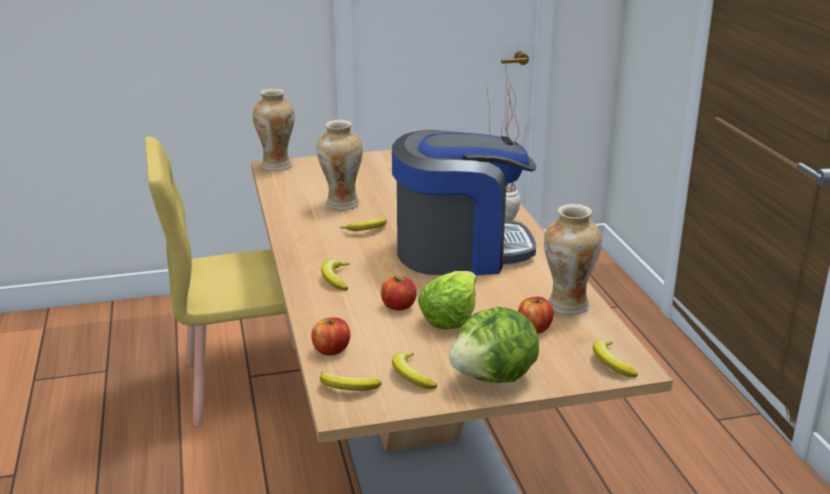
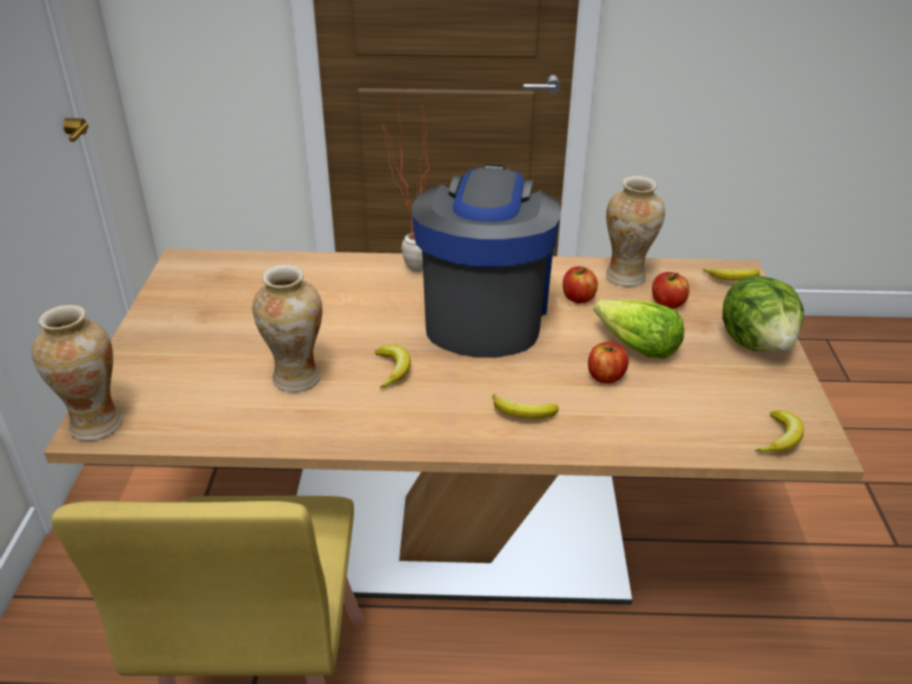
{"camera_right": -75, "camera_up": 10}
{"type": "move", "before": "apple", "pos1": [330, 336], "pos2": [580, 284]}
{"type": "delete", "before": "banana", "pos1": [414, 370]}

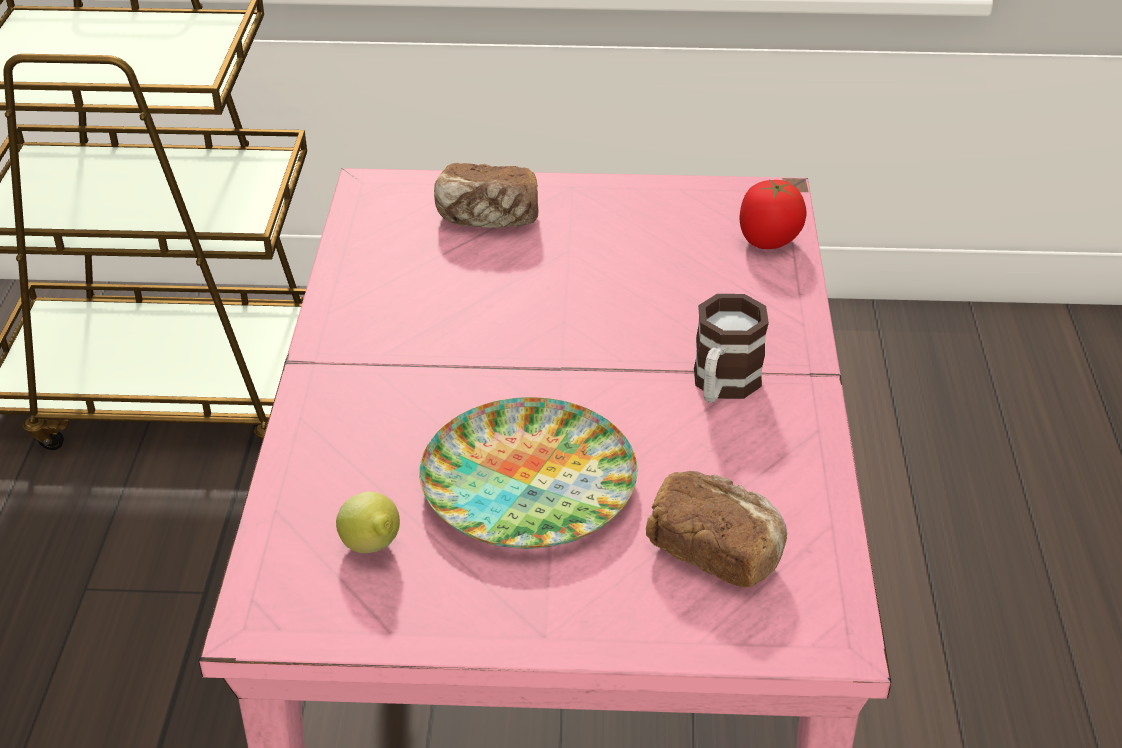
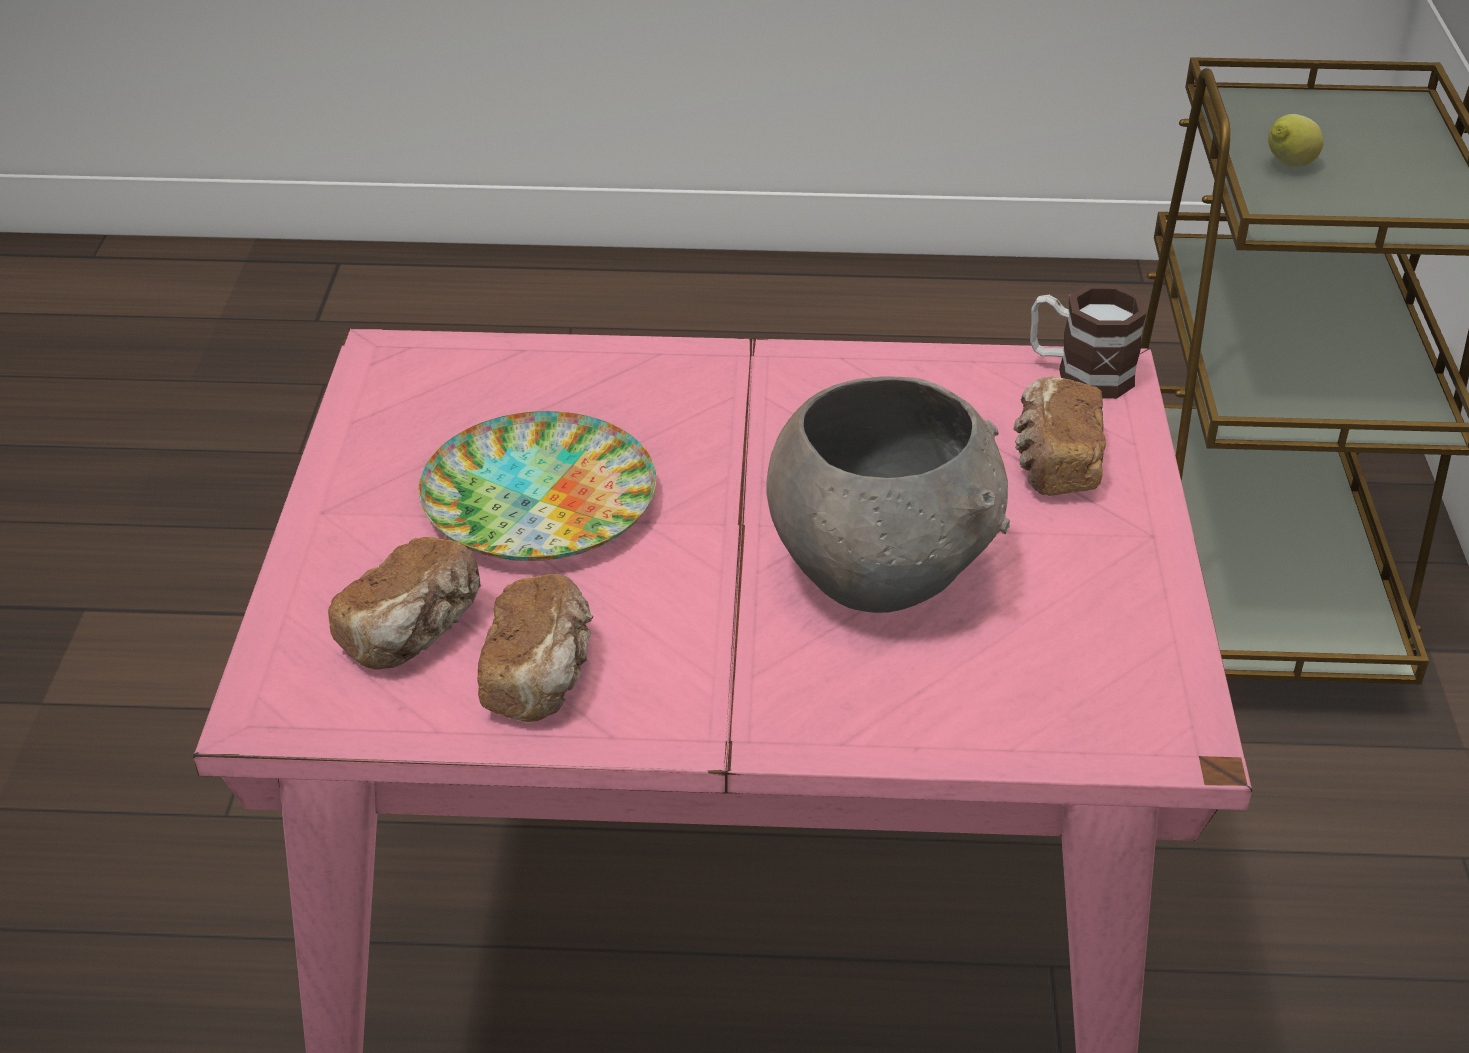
{"camera_right": 90, "camera_up": 0}
{"type": "insert", "after": "bread", "pos2": [535, 648]}
{"type": "insert", "after": "greyish bowl", "pos2": [888, 494]}
{"type": "move", "before": "mug", "pos1": [731, 348], "pos2": [1088, 342]}
{"type": "move", "before": "lemon", "pos1": [368, 522], "pos2": [1296, 140]}
{"type": "delete", "before": "fresh tomato", "pos1": [773, 214]}

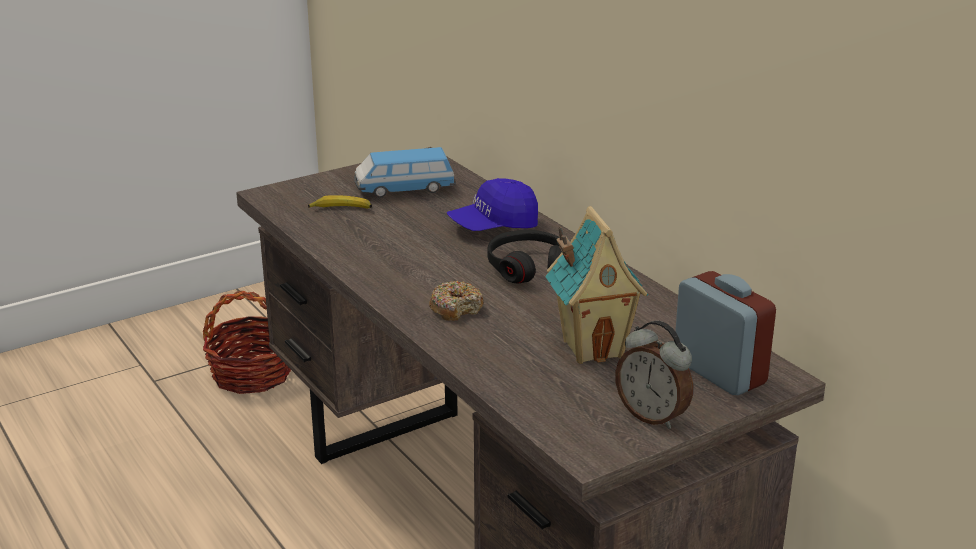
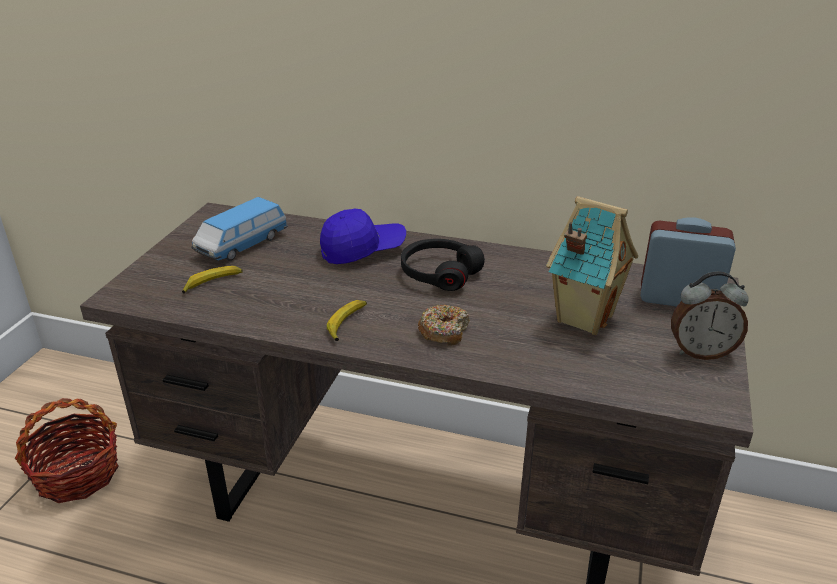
{"camera_right": -40, "camera_up": 5}
{"type": "rotate", "before": "bluish baseball cap", "pos1": [492, 204], "pos2": [363, 236], "turn": -135}
{"type": "insert", "after": "banana", "pos2": [347, 320]}

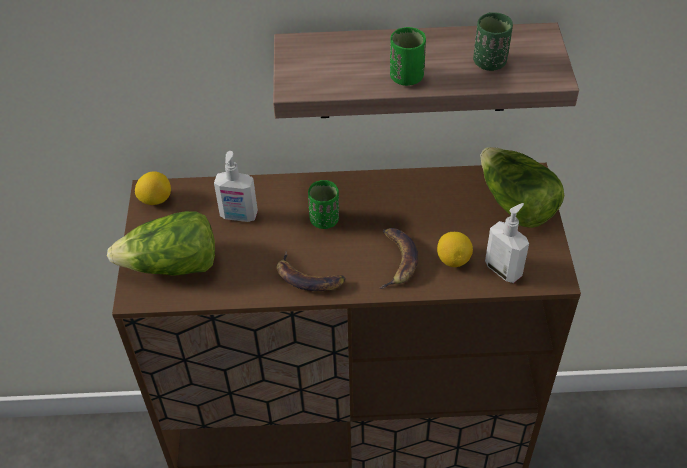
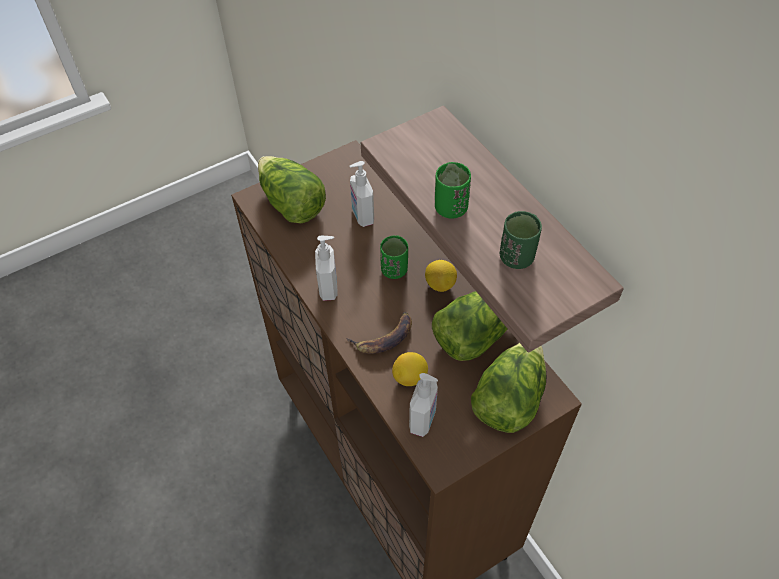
{"camera_right": 60, "camera_up": 5}
{"type": "replace", "before": "banana", "after": "soap bottle", "pos1": [310, 271], "pos2": [326, 268]}
{"type": "move", "before": "lemon", "pos1": [153, 188], "pos2": [441, 276]}
{"type": "insert", "after": "head of lettuce", "pos2": [470, 326]}

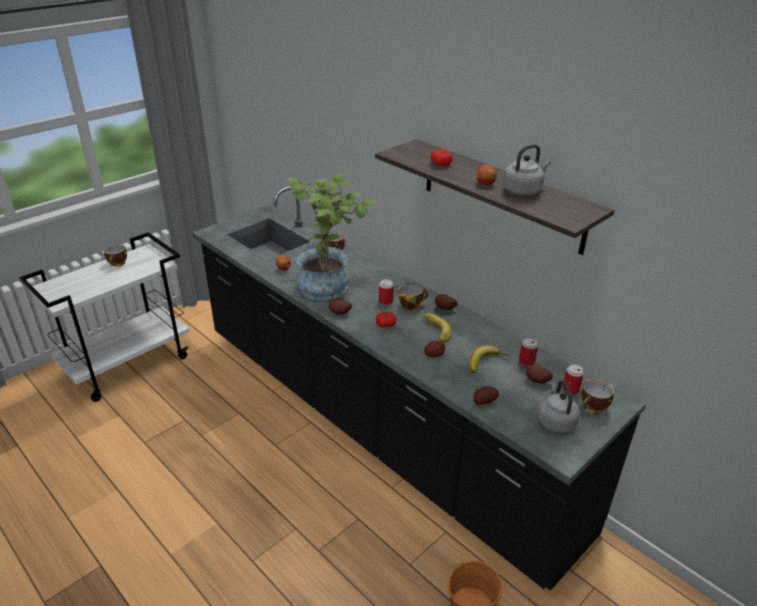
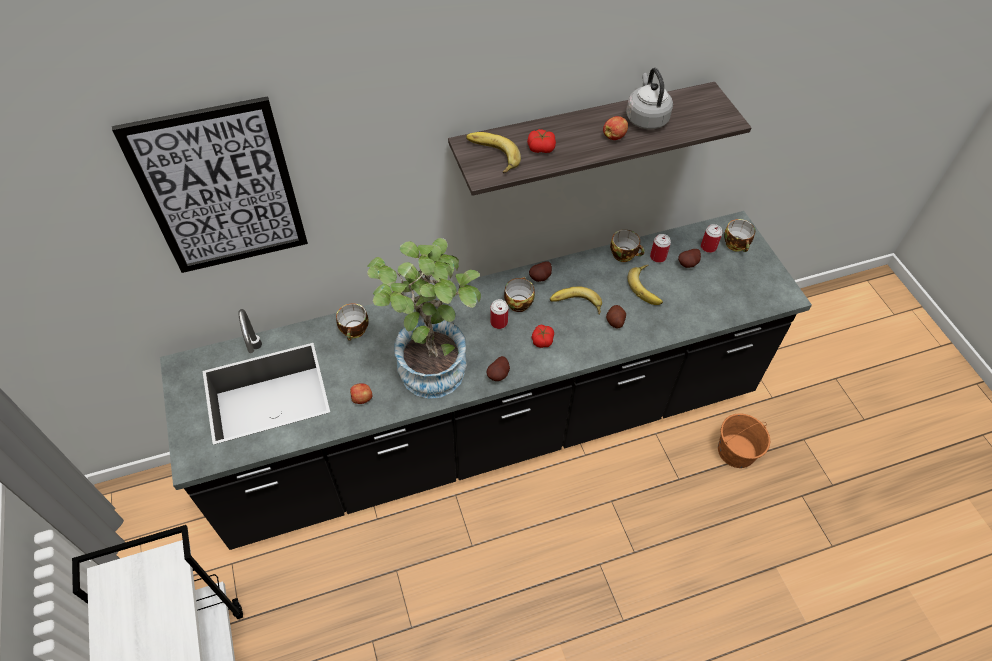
{"camera_right": -65, "camera_up": 20}
{"type": "insert", "after": "wall art", "pos2": [210, 184]}
{"type": "insert", "after": "banana", "pos2": [493, 153]}
{"type": "move", "before": "drinking cup", "pos1": [115, 255], "pos2": [627, 246]}
{"type": "delete", "before": "potato", "pos1": [486, 395]}
{"type": "delete", "before": "greyish water kettle", "pos1": [559, 407]}

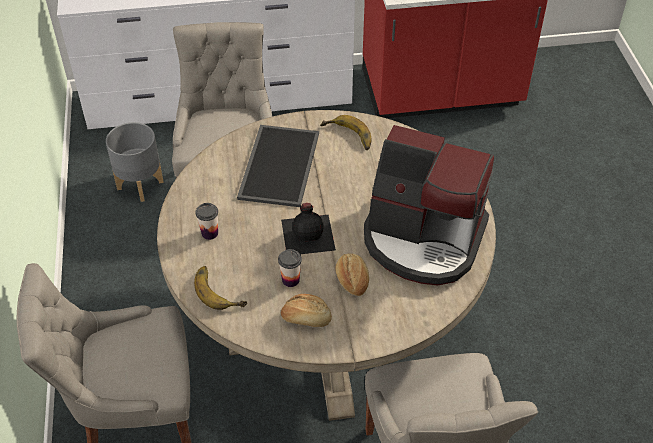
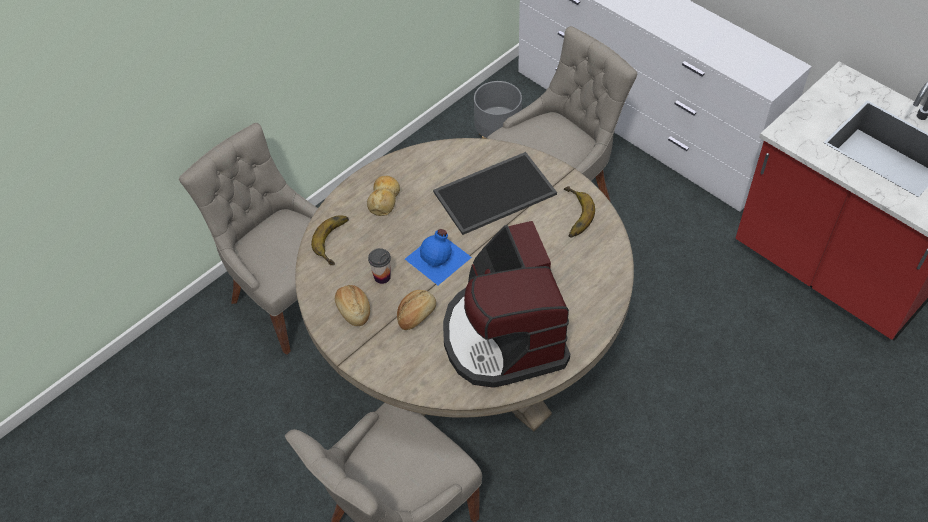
{"camera_right": 55, "camera_up": 5}
{"type": "replace", "before": "drinking cup", "after": "bread", "pos1": [207, 221], "pos2": [383, 196]}
{"type": "recolor", "before": "black bottle", "after": "bluish bottle", "pos1": [308, 228], "pos2": [438, 257]}

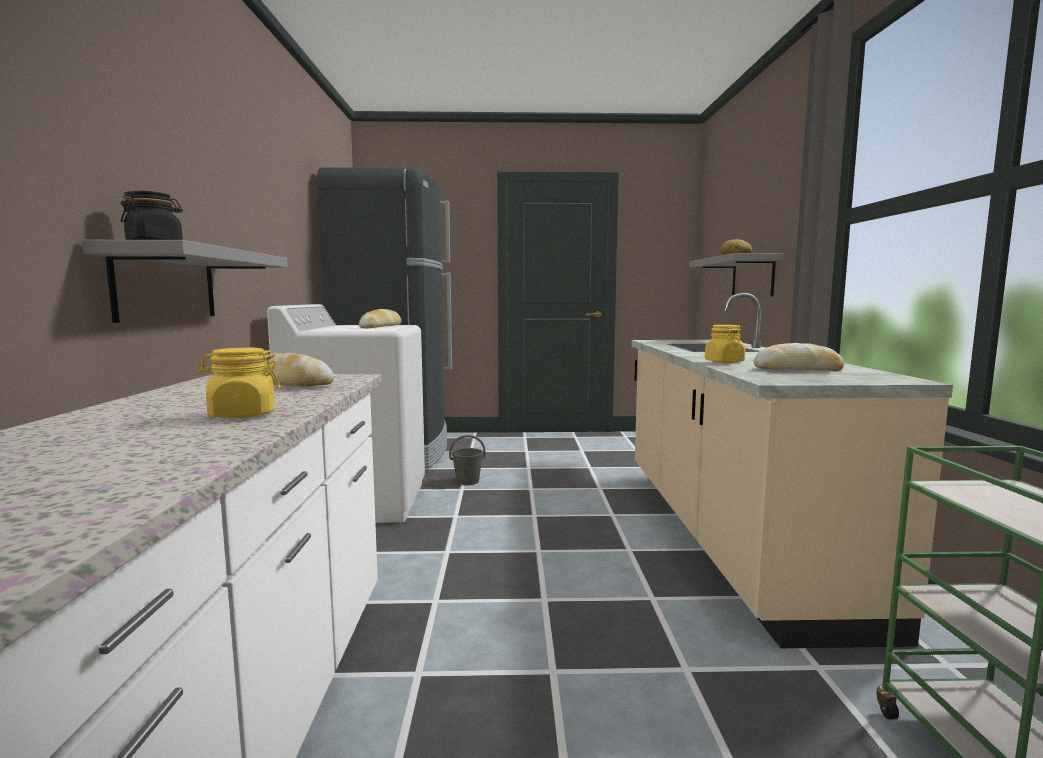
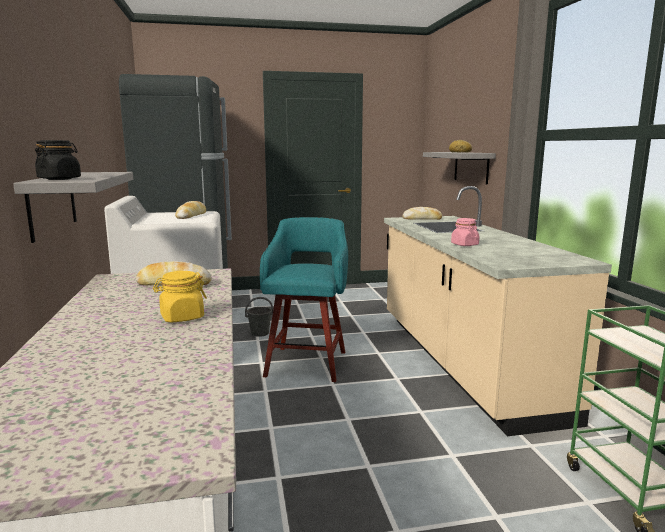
{"camera_right": -10, "camera_up": 5}
{"type": "insert", "after": "turquoise-coloured stool seat", "pos2": [304, 299]}
{"type": "move", "before": "bread", "pos1": [799, 357], "pos2": [422, 213]}
{"type": "recolor", "before": "yellowish jar", "after": "pink-coloured jar", "pos1": [725, 344], "pos2": [465, 232]}

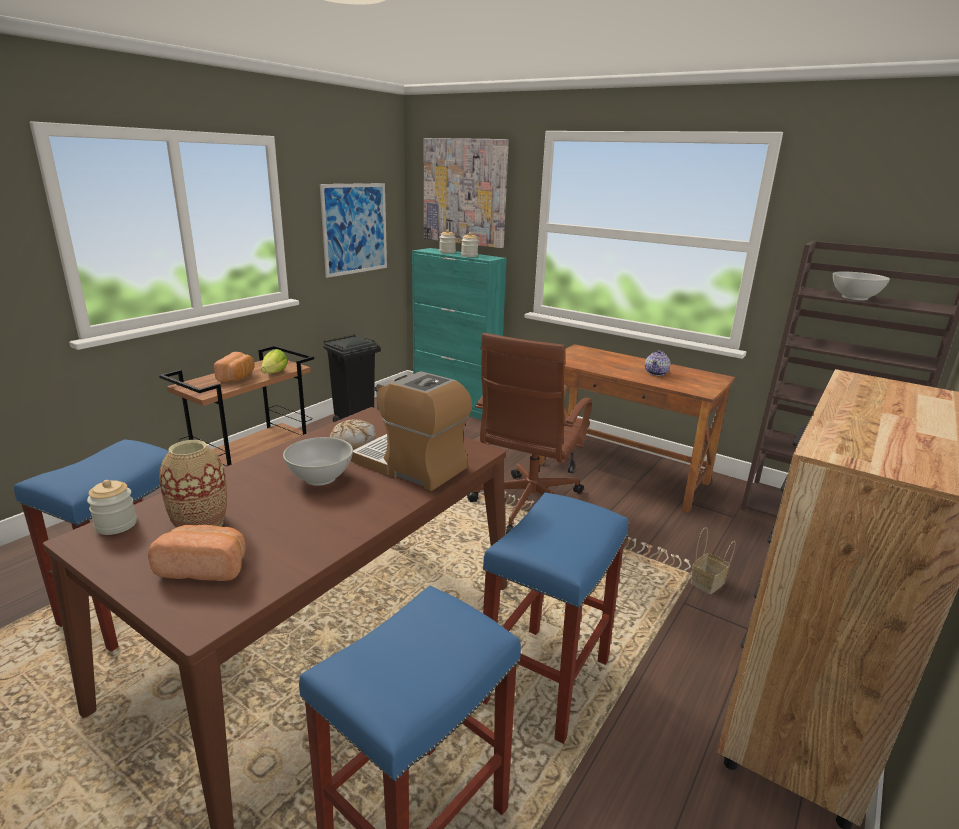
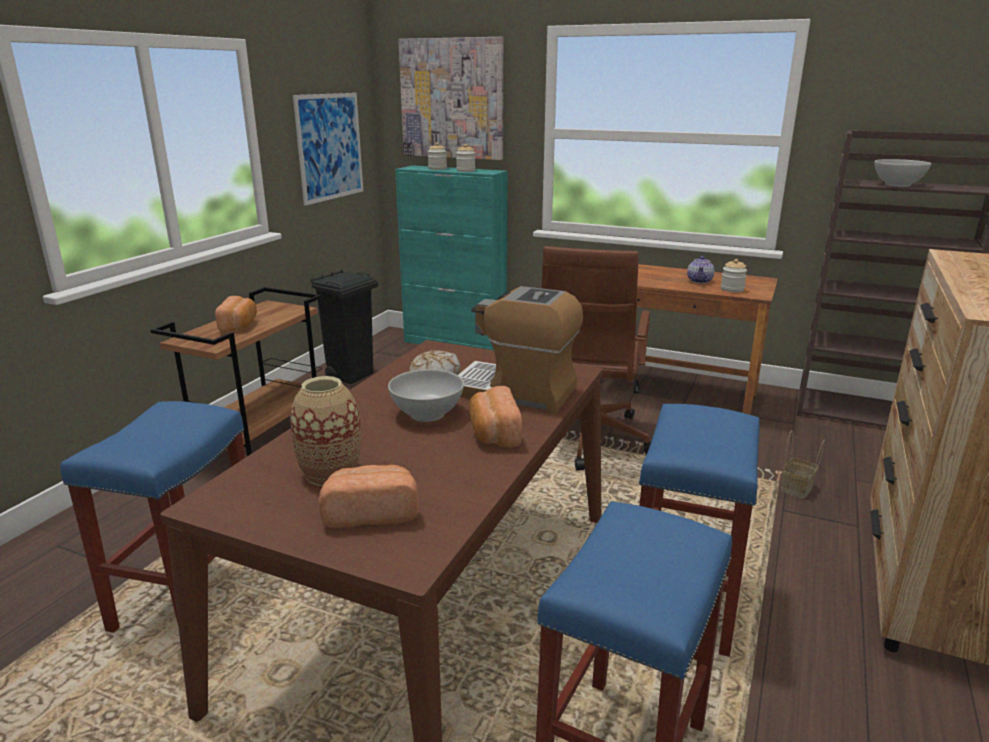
{"camera_right": -10, "camera_up": 0}
{"type": "insert", "after": "bread", "pos2": [495, 416]}
{"type": "move", "before": "jar", "pos1": [112, 507], "pos2": [734, 275]}
{"type": "delete", "before": "head of lettuce", "pos1": [274, 361]}

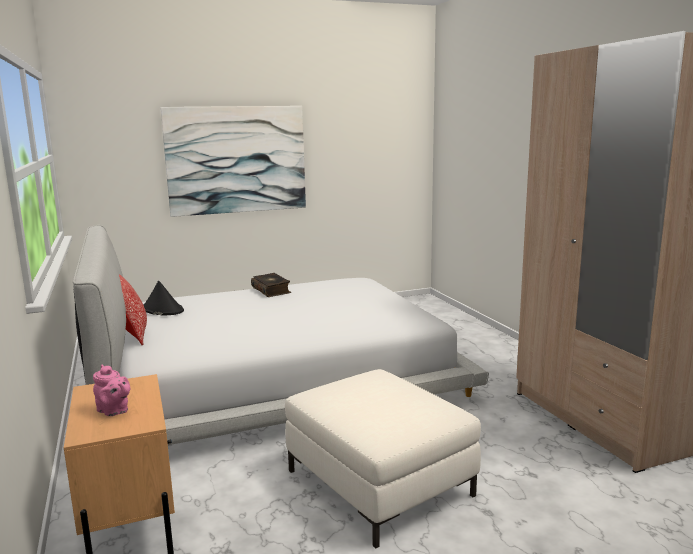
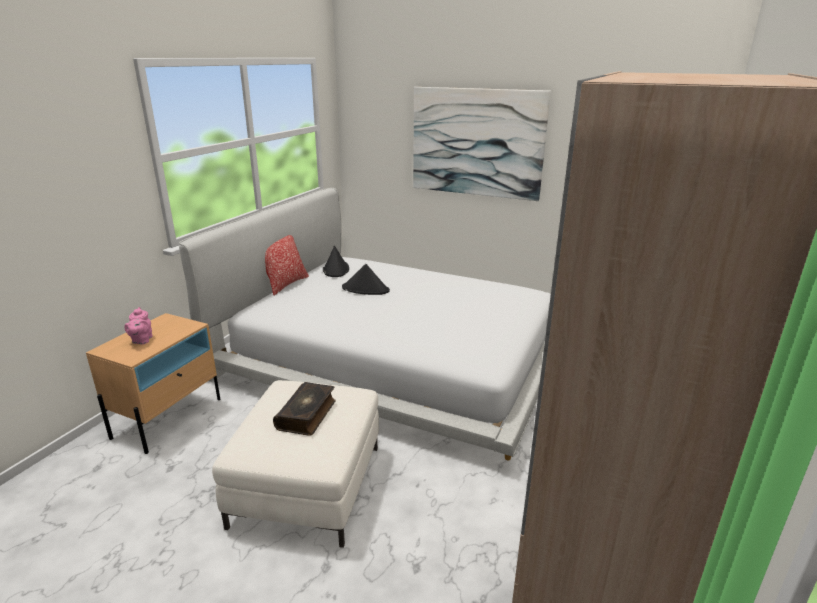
{"camera_right": 45, "camera_up": 10}
{"type": "move", "before": "book", "pos1": [271, 285], "pos2": [304, 409]}
{"type": "insert", "after": "black clothing hat", "pos2": [366, 279]}

